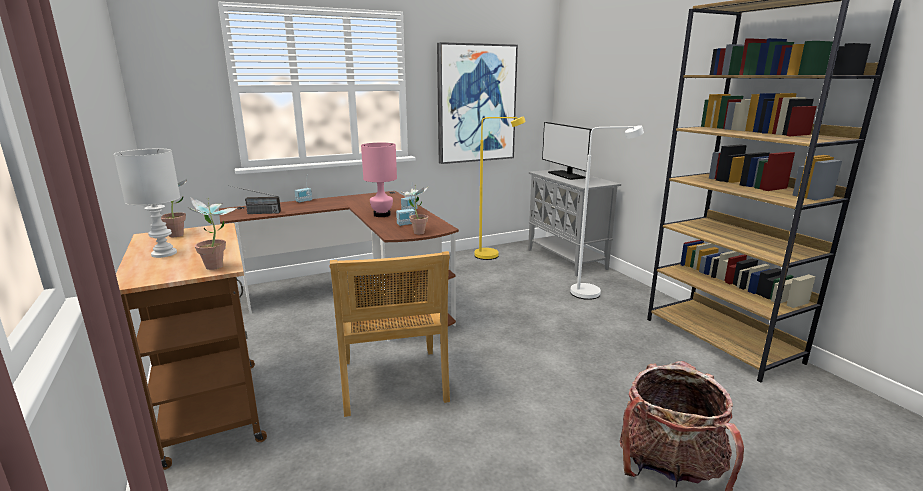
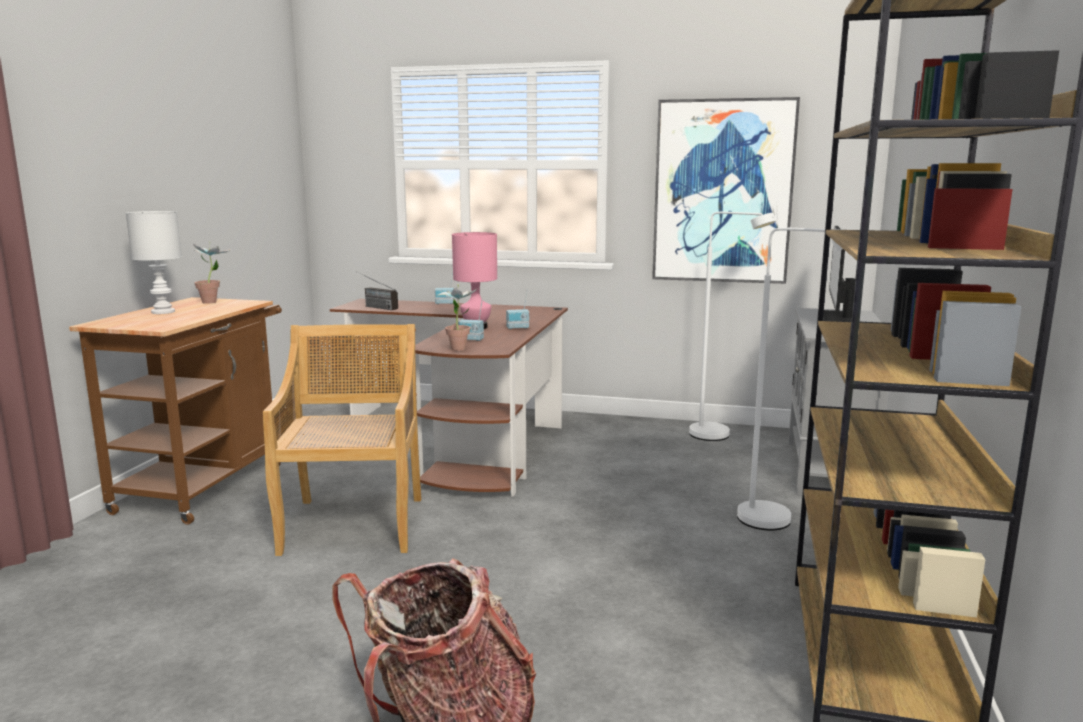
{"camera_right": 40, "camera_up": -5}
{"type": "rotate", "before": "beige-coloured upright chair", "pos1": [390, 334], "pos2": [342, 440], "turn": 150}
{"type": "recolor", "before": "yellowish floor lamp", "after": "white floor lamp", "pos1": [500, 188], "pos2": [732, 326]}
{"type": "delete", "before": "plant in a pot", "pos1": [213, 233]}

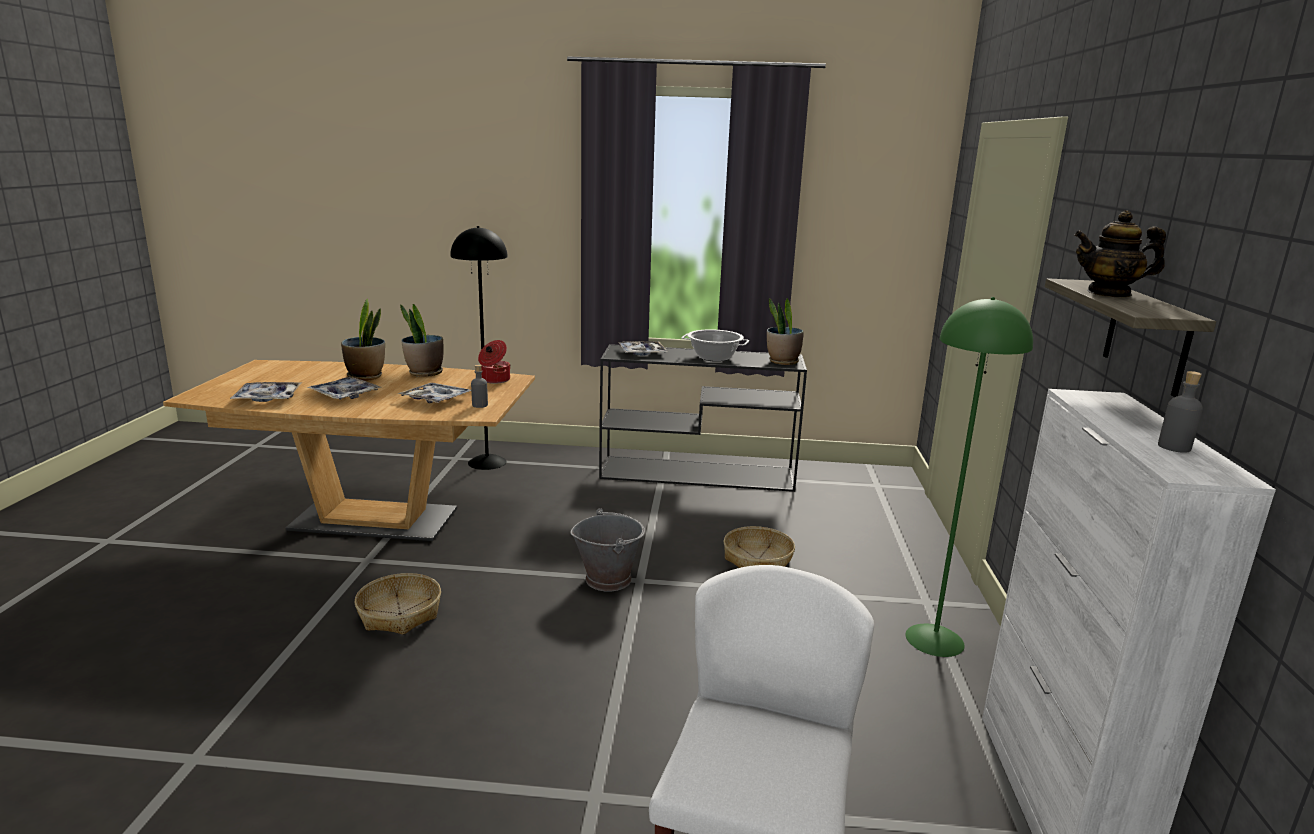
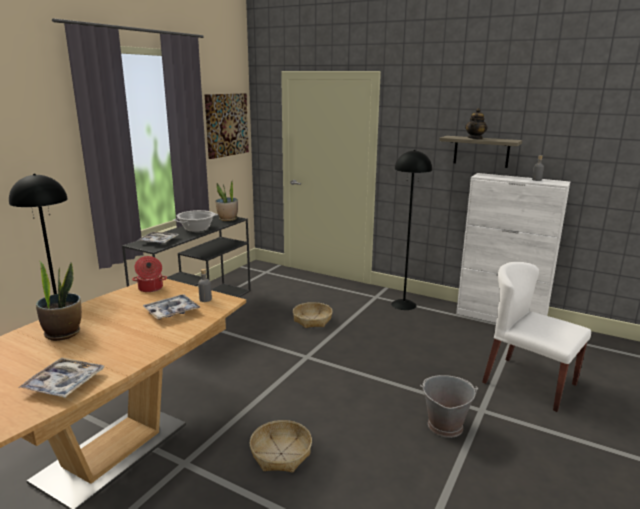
{"camera_right": -65, "camera_up": 0}
{"type": "insert", "after": "wall art", "pos2": [227, 126]}
{"type": "recolor", "before": "greenish floor lamp", "after": "black floor lamp", "pos1": [969, 477], "pos2": [411, 230]}
{"type": "move", "before": "greyish water bucket", "pos1": [607, 550], "pos2": [449, 406]}
{"type": "delete", "before": "tray", "pos1": [344, 388]}
{"type": "delete", "before": "plant in a pot", "pos1": [422, 340]}

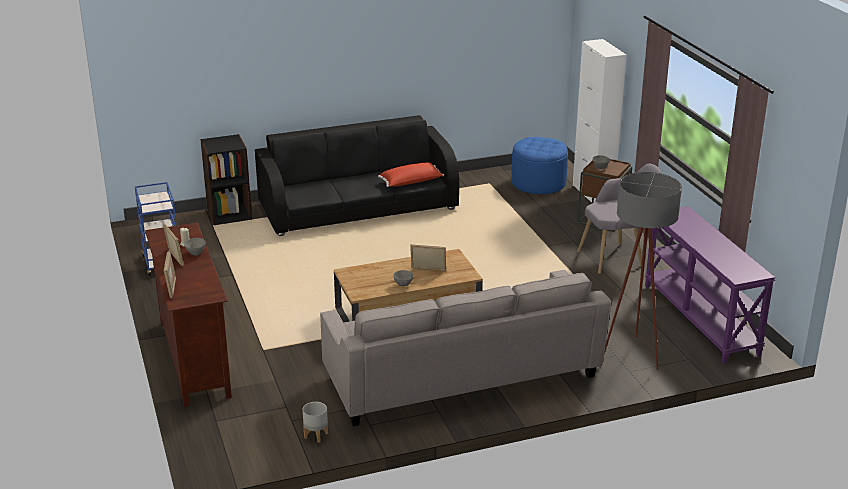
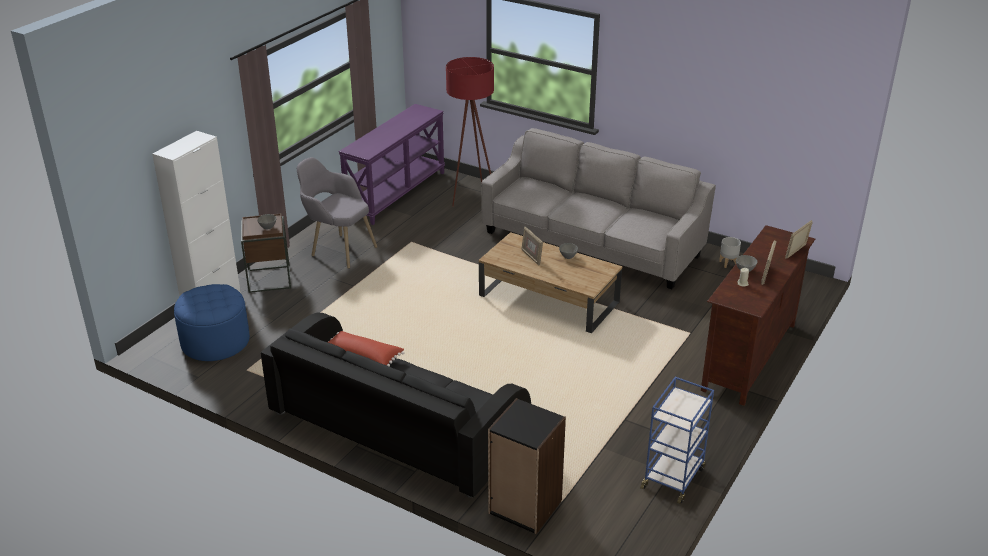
{"camera_right": -130, "camera_up": 5}
{"type": "recolor", "before": "greyish floor lamp", "after": "reddish floor lamp", "pos1": [643, 271], "pos2": [470, 132]}

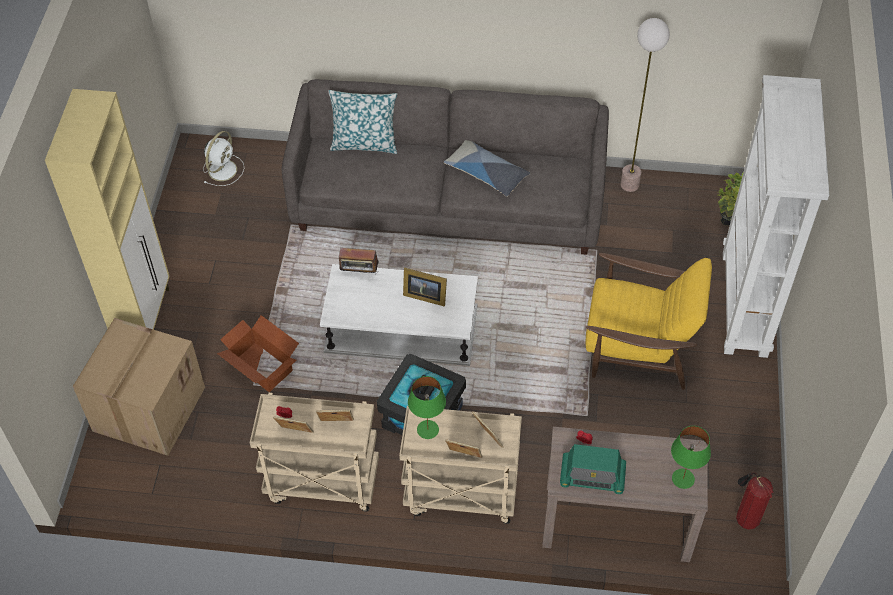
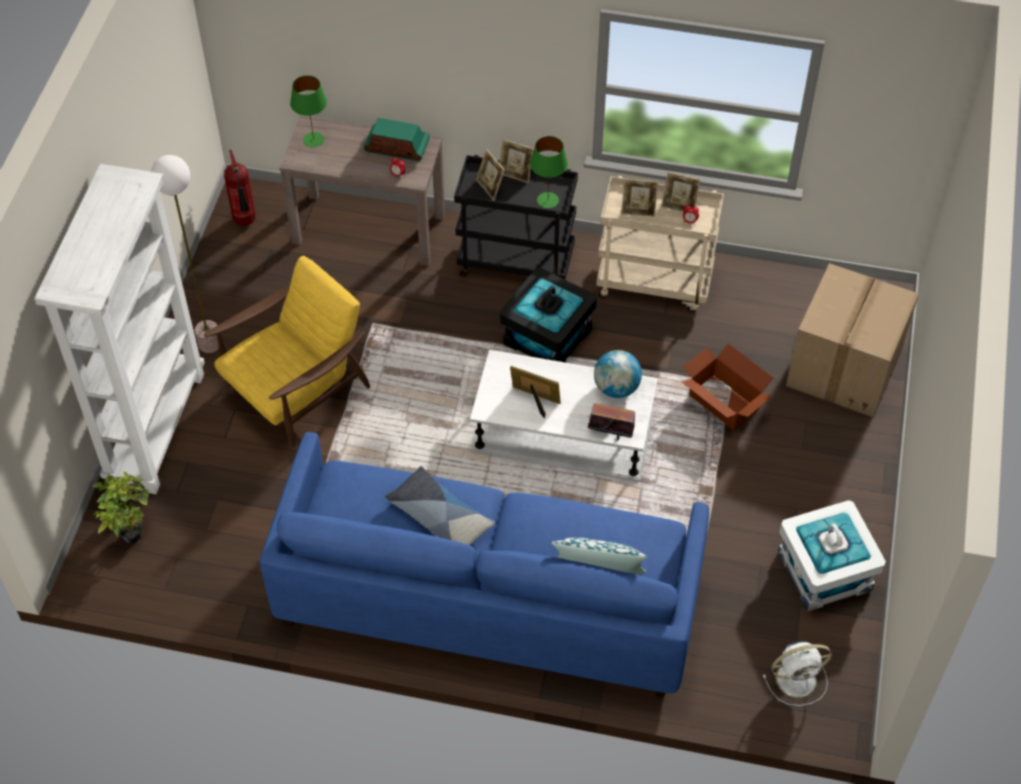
{"camera_right": -175, "camera_up": 0}
{"type": "move", "before": "floor lamp", "pos1": [645, 105], "pos2": [185, 254]}
{"type": "rotate", "before": "yellowish easy chair", "pos1": [648, 321], "pos2": [287, 351], "turn": 120}
{"type": "recolor", "before": "greyish settee", "after": "bluish settee", "pos1": [445, 167], "pos2": [484, 565]}
{"type": "recolor", "before": "beige-coloured trolley", "after": "black trolley", "pos1": [460, 465], "pos2": [516, 217]}
{"type": "insert", "after": "desk globe", "pos2": [618, 374]}
{"type": "rotate", "before": "white fan", "pos1": [224, 158], "pos2": [797, 673], "turn": -135}
{"type": "insert", "after": "white storage container", "pos2": [832, 556]}
{"type": "delete", "before": "beige-coloured cabinet", "pos1": [107, 209]}

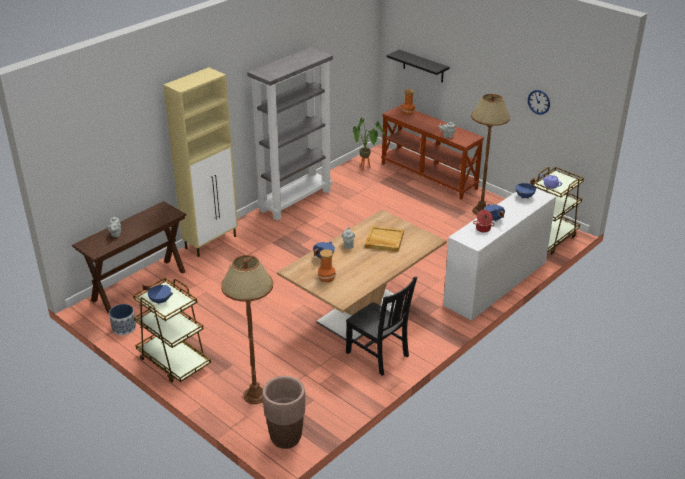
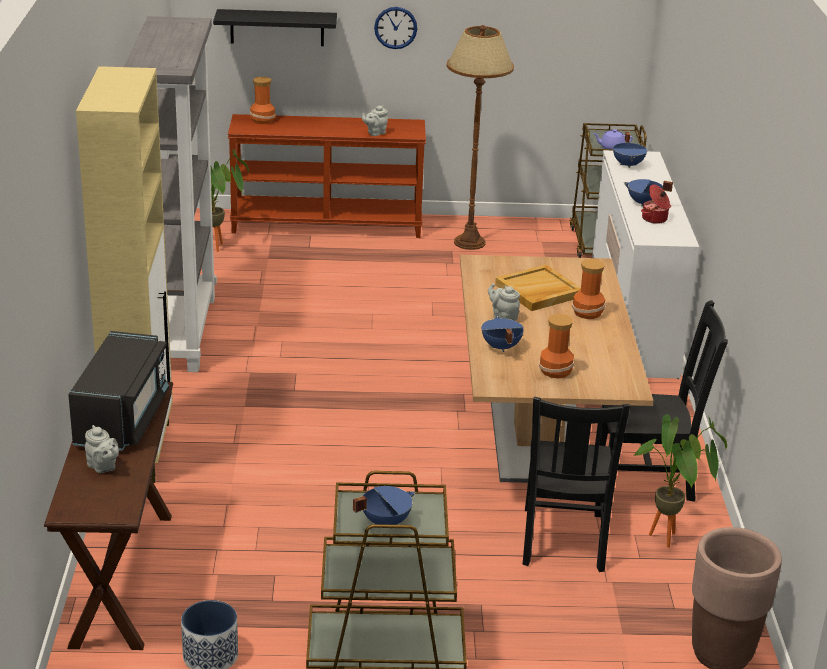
{"camera_right": -45, "camera_up": -5}
{"type": "insert", "after": "black microwave", "pos2": [118, 391]}
{"type": "move", "before": "wall clock", "pos1": [539, 102], "pos2": [395, 28]}
{"type": "insert", "after": "black upright chair", "pos2": [576, 484]}
{"type": "insert", "after": "decorative vase", "pos2": [589, 289]}
{"type": "insert", "after": "plant in a pot", "pos2": [680, 481]}
{"type": "delete", "before": "brownish floor lamp", "pos1": [247, 329]}

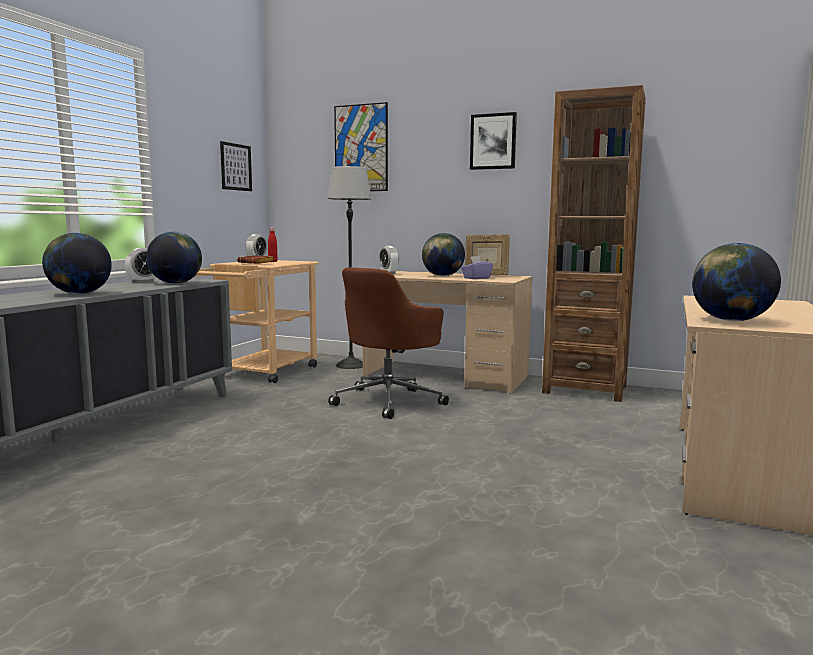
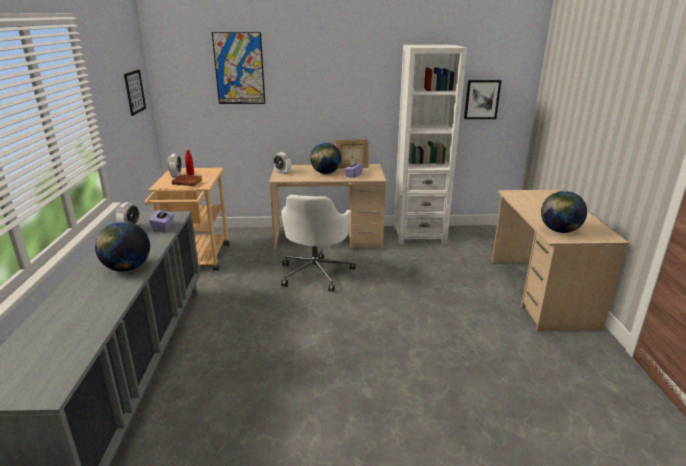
{"camera_right": -25, "camera_up": 15}
{"type": "replace", "before": "desk globe", "after": "purple-coloured box of tissues", "pos1": [174, 258], "pos2": [161, 219]}
{"type": "recolor", "before": "brownish office chair", "after": "white office chair", "pos1": [388, 343], "pos2": [318, 243]}
{"type": "recolor", "before": "brownish bookshelf", "after": "white bookshelf", "pos1": [594, 243], "pos2": [430, 144]}
{"type": "move", "before": "wall art", "pos1": [493, 141], "pos2": [483, 99]}
{"type": "delete", "before": "floor lamp", "pos1": [350, 267]}

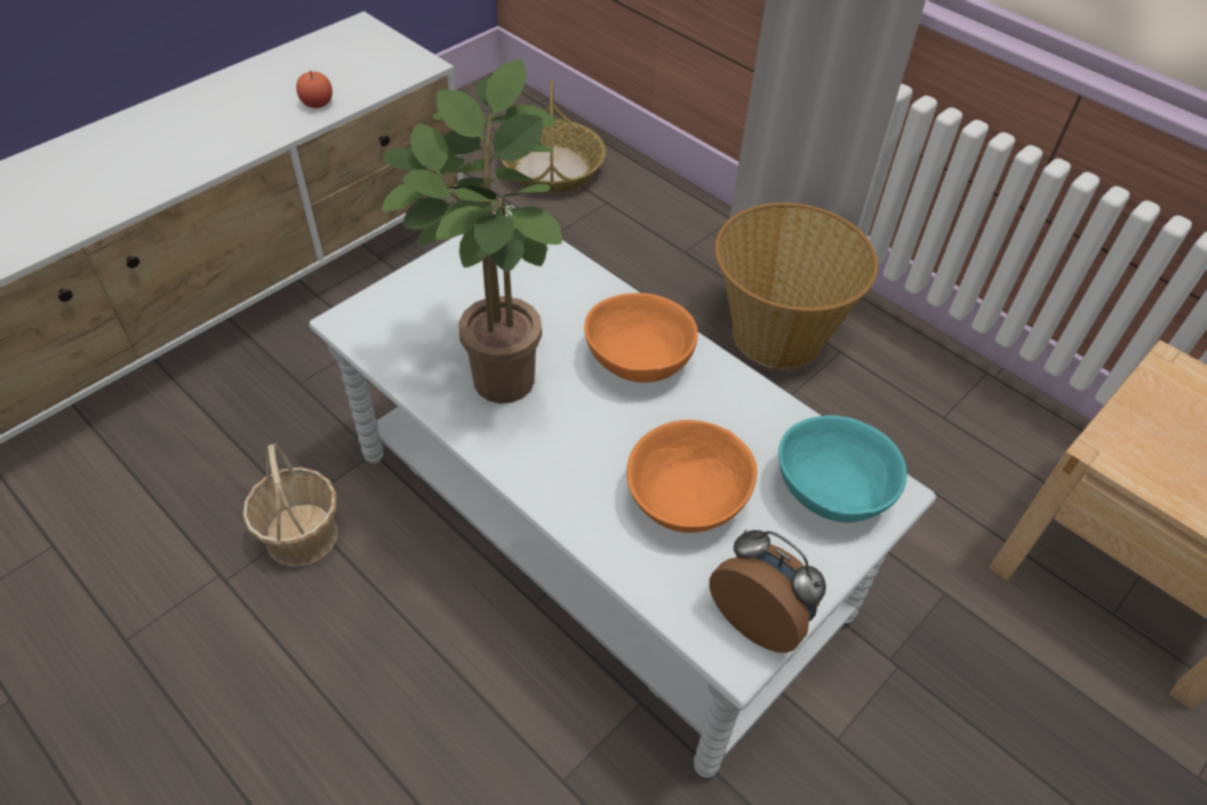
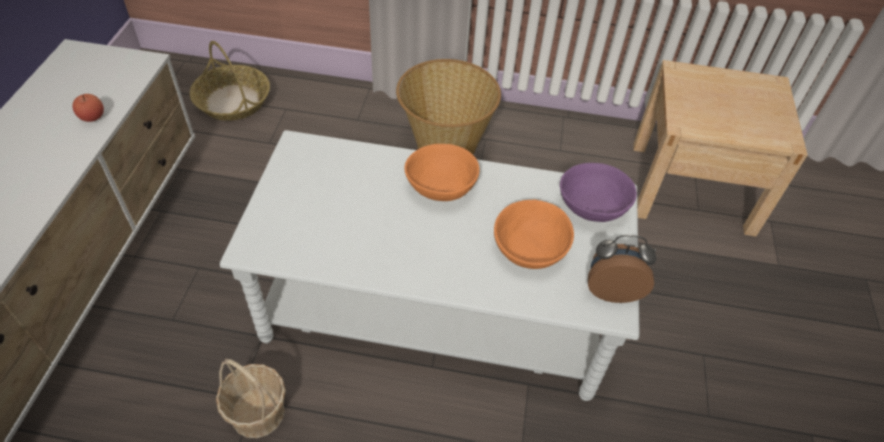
{"camera_right": -35, "camera_up": 0}
{"type": "recolor", "before": "turquoise-coloured bowl", "after": "purple-coloured bowl", "pos1": [842, 469], "pos2": [598, 192]}
{"type": "delete", "before": "plant in a pot", "pos1": [472, 232]}

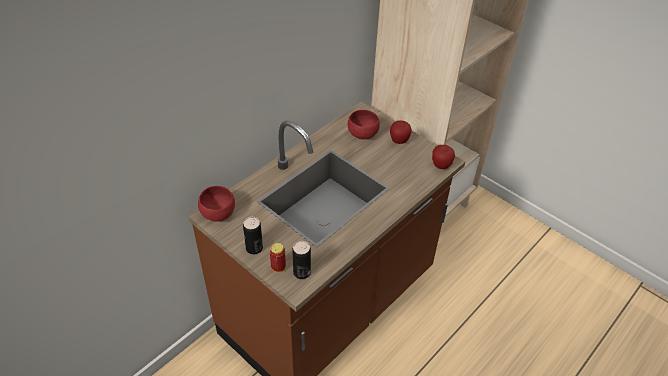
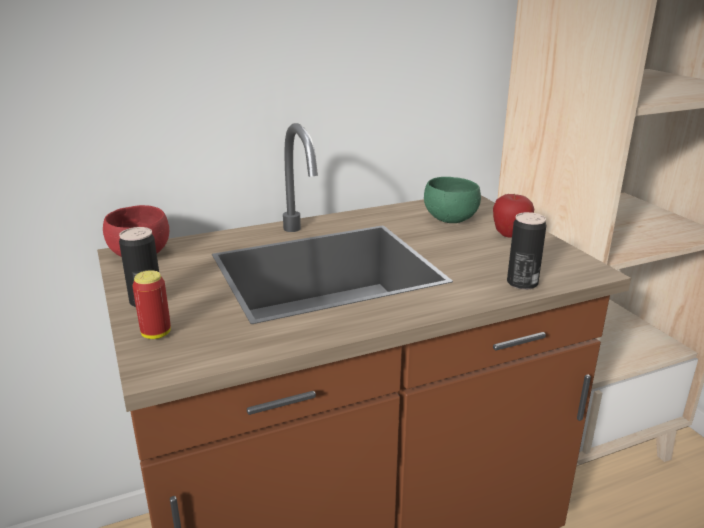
{"camera_right": 25, "camera_up": -20}
{"type": "recolor", "before": "reddish bowl", "after": "greenish bowl", "pos1": [364, 125], "pos2": [452, 200]}
{"type": "move", "before": "metal can", "pos1": [301, 260], "pos2": [527, 251]}
{"type": "delete", "before": "apple", "pos1": [443, 157]}

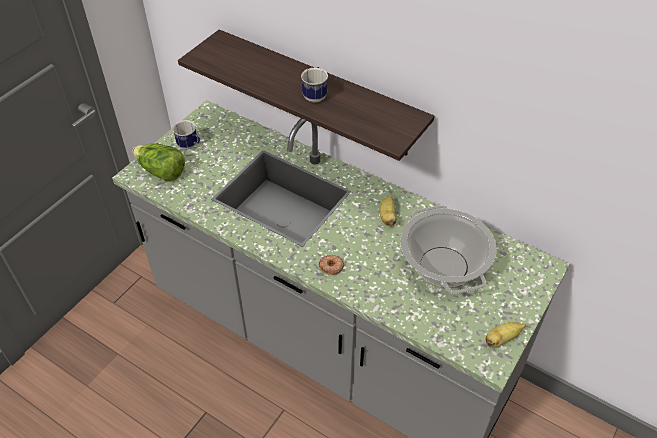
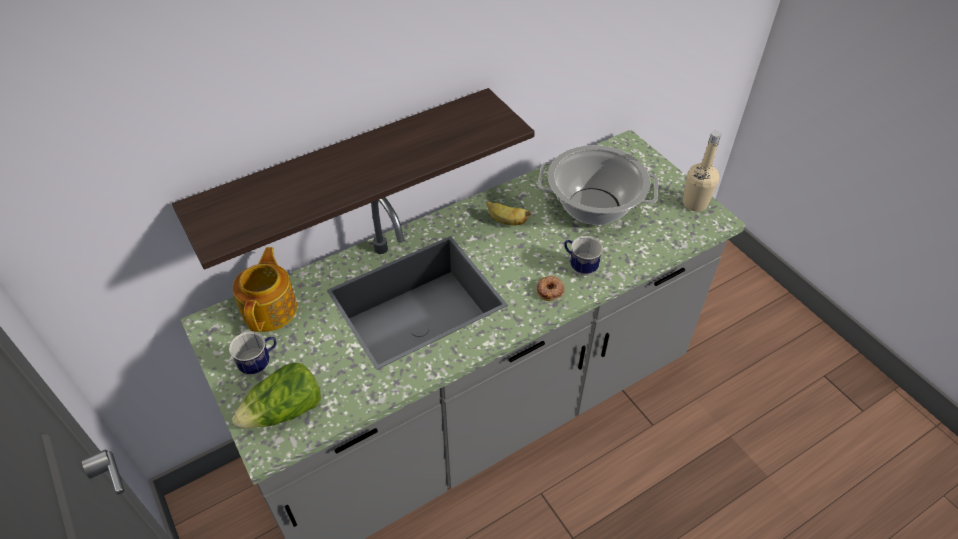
{"camera_right": -65, "camera_up": 0}
{"type": "insert", "after": "tea pot", "pos2": [265, 289]}
{"type": "move", "before": "mug", "pos1": [314, 84], "pos2": [583, 256]}
{"type": "replace", "before": "banana", "after": "beige-coloured bottle", "pos1": [505, 335], "pos2": [702, 171]}

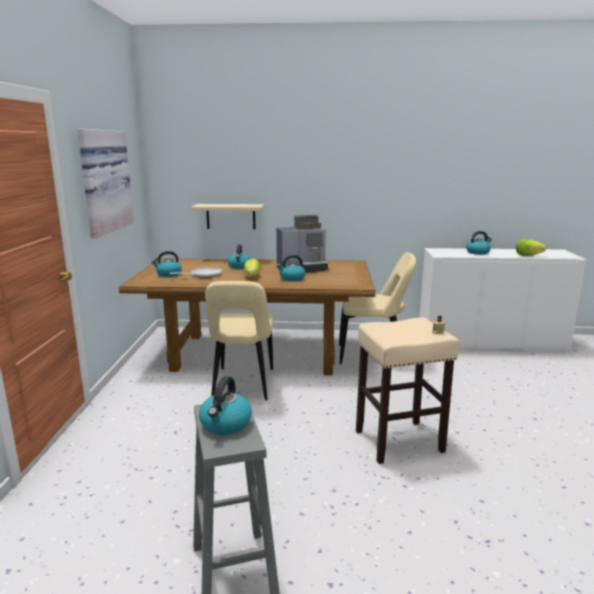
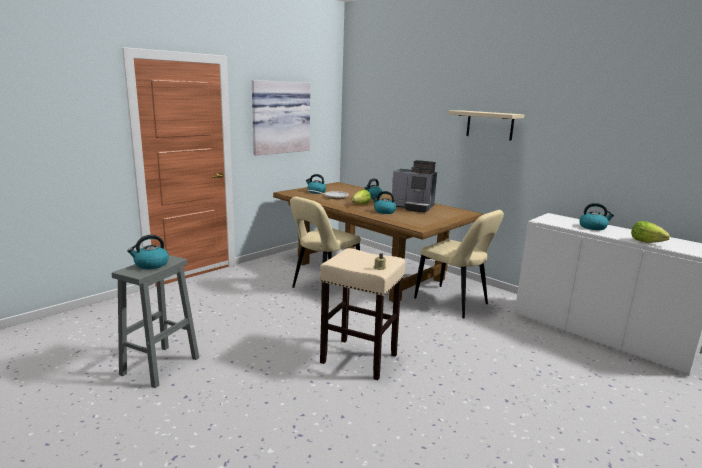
{"camera_right": 40, "camera_up": 0}
{"type": "move", "before": "beige-coloured wall shelf", "pos1": [227, 216], "pos2": [485, 125]}

